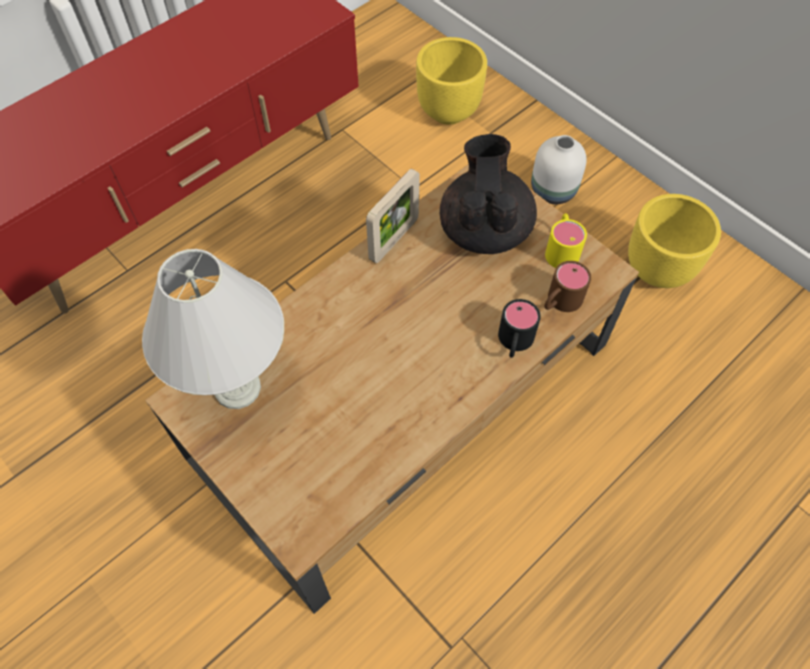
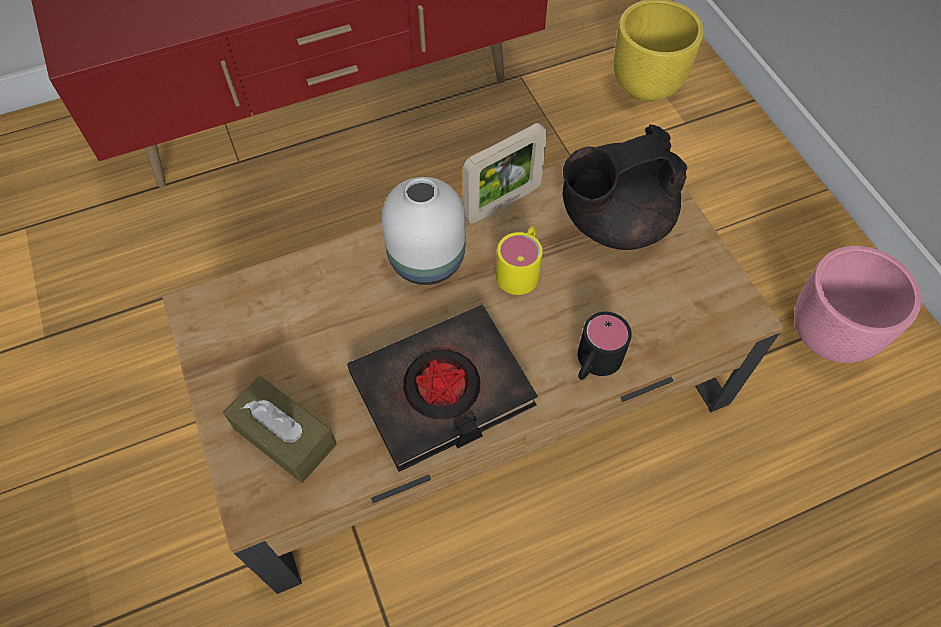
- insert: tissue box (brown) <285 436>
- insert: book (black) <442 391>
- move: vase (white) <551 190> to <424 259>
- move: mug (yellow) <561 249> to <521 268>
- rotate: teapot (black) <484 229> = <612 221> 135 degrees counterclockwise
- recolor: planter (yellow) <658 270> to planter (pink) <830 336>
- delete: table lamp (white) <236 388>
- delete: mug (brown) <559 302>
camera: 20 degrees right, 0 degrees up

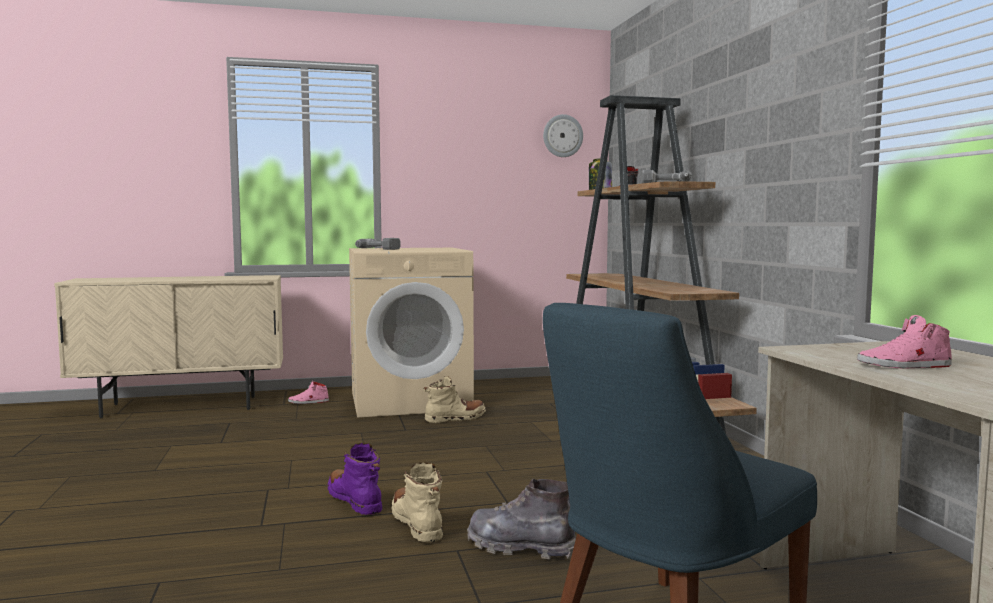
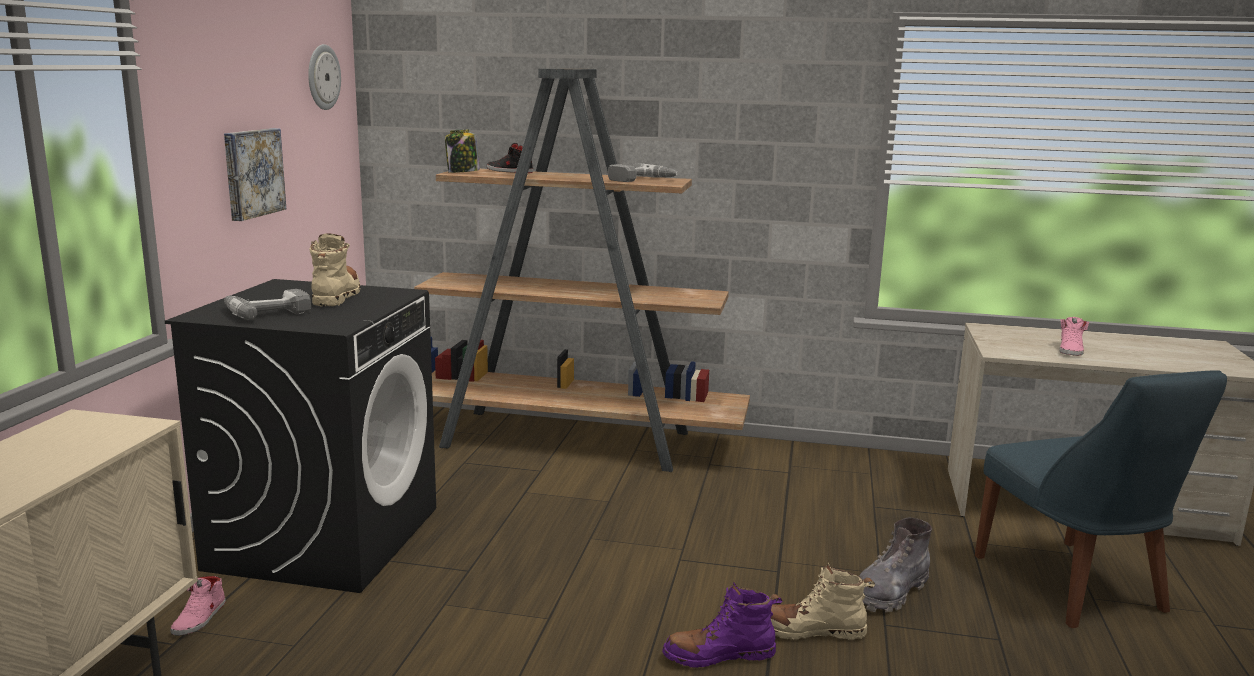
- recolor: washing machine (beige) <410 401> to washing machine (black) <325 537>
- insert: picture <252 173>
- move: boot (beige) <455 418> to <336 296>
camera: 65 degrees left, 10 degrees up

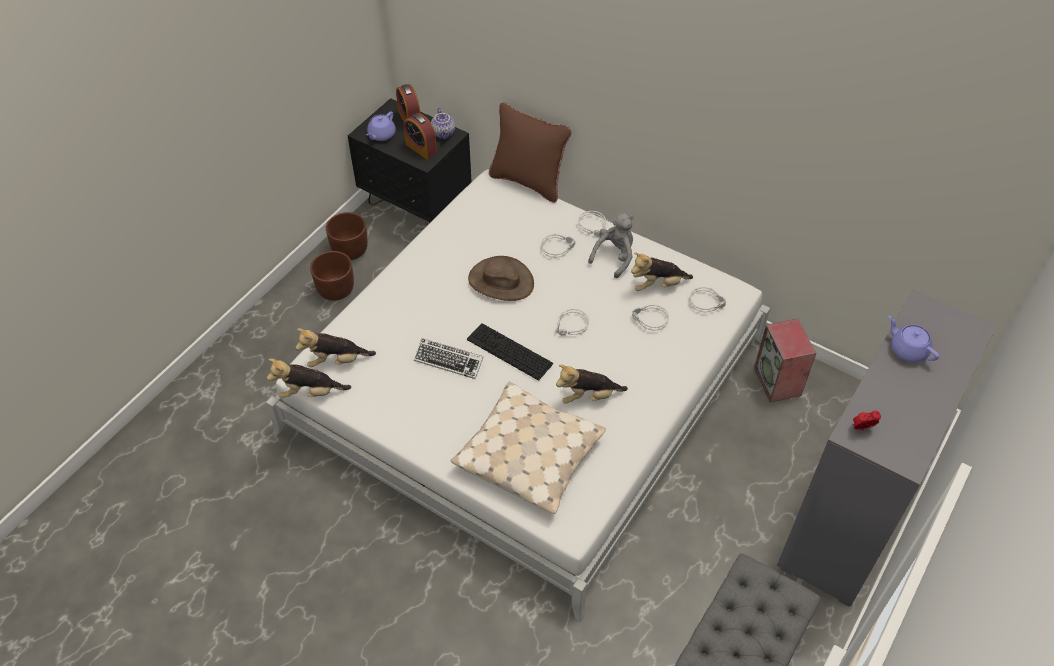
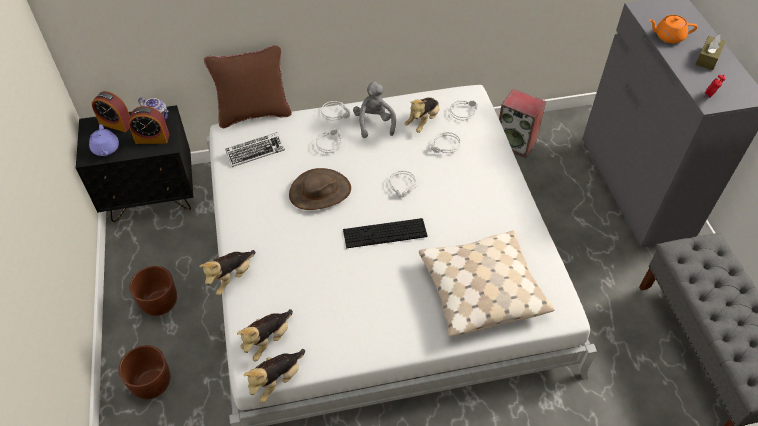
- move: planter (brown) <350 250> to <151 382>
- move: plush toy <588 396> to <231 277>
- move: keyboard <449 361> to <255 152>
- recolor: teapot (purple) <907 349> to teapot (orange) <668 36>
- insert: tissue box (brown) <708 58>
camera: 45 degrees left, 0 degrees up

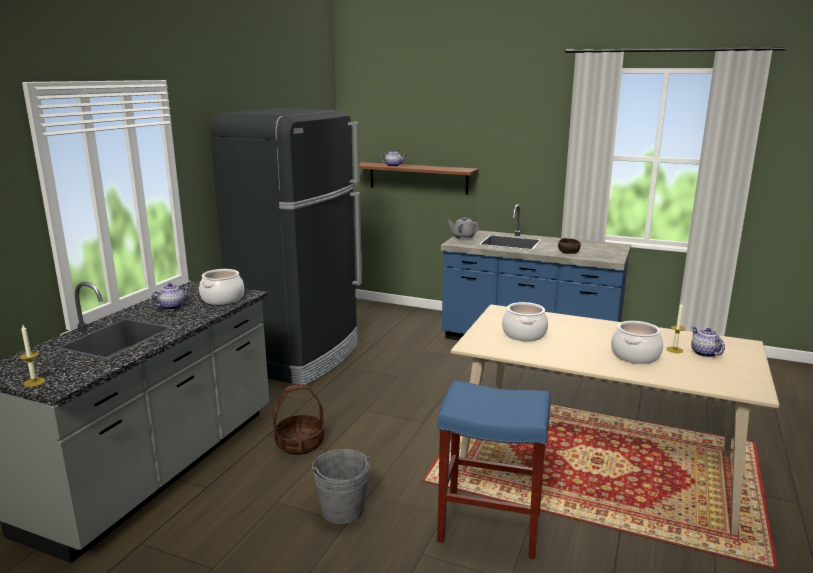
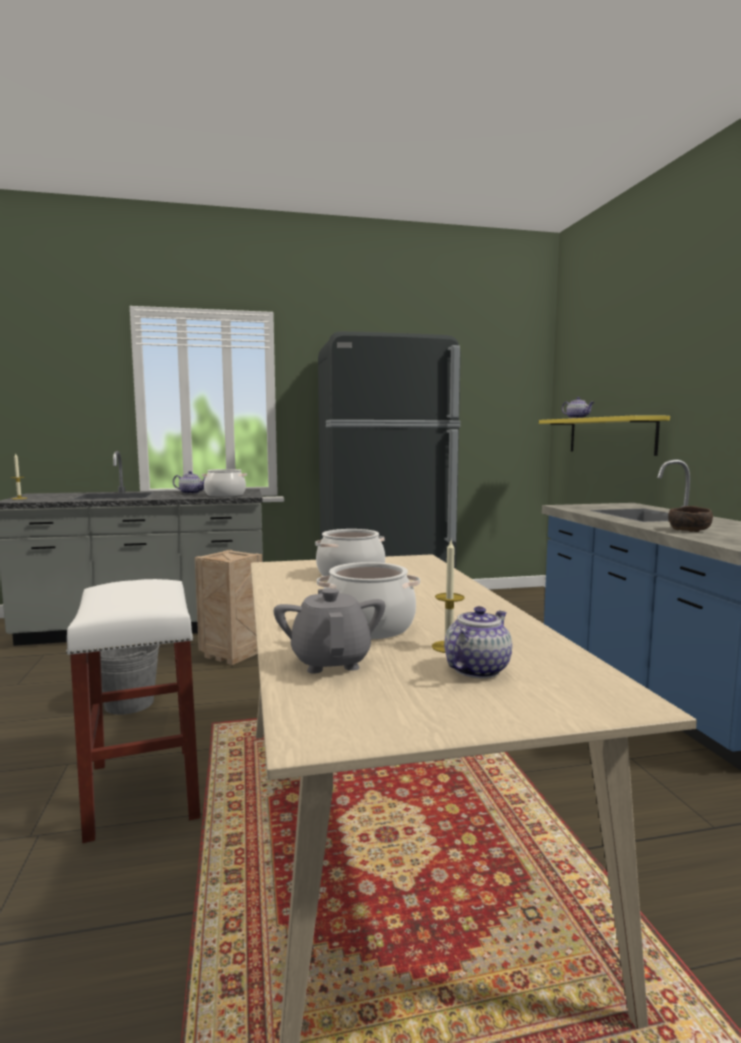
- recolor: stool (blue) <488 526> to stool (white) <142 789>
- replace: basket <299 443> to crate <230 655>
- move: teapot (grey) <463 237> to <331 661>
- recolor: shelf (brown) <418 178> to shelf (yellow) <610 435>
camera: 55 degrees right, 10 degrees down

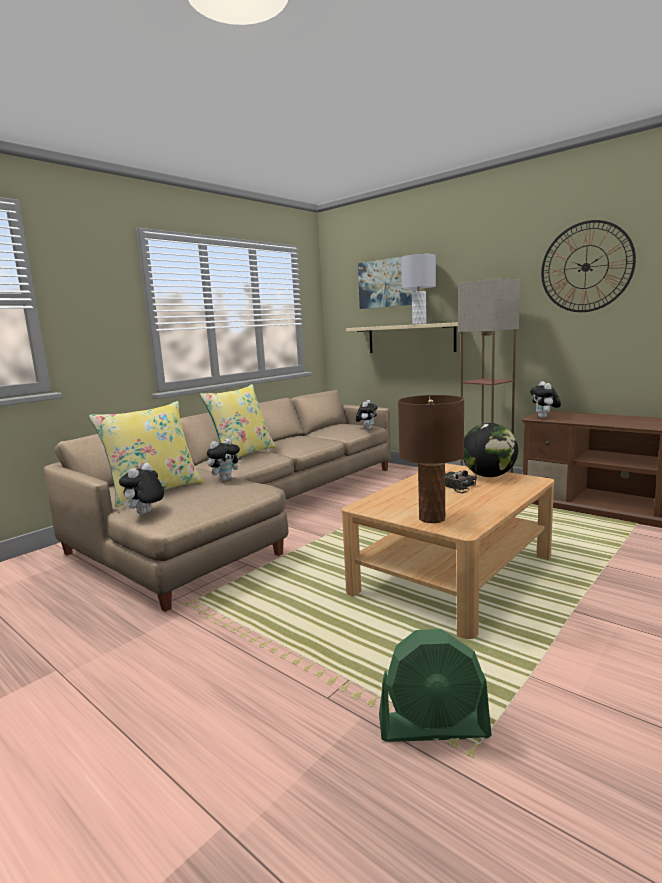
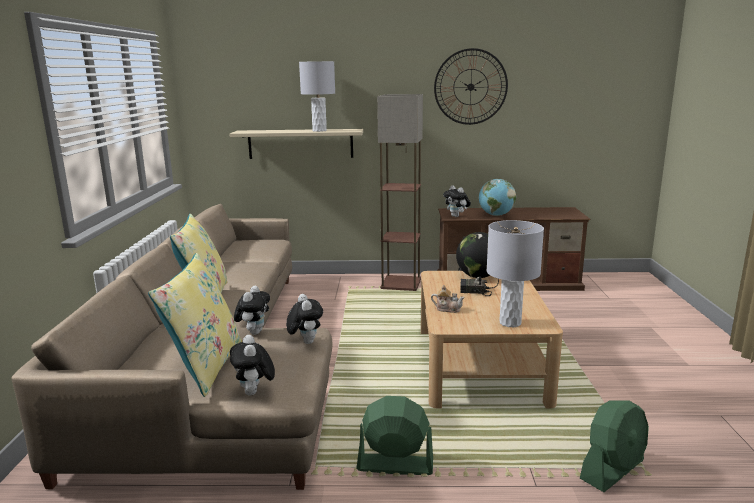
- move: plush toy <367 429> to <305 342>
- insert: fan (green) <394 464>
- insert: teapot <447 309>
- insert: globe <496 215>
- recolor: table lamp (brown) <432 518> to table lamp (grey) <509 323>
- delete: picture <388 283>
camera: 40 degrees left, 5 degrees up

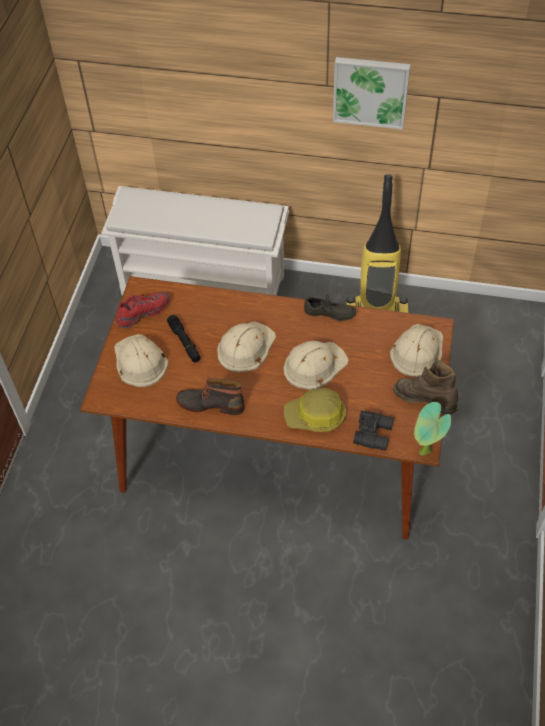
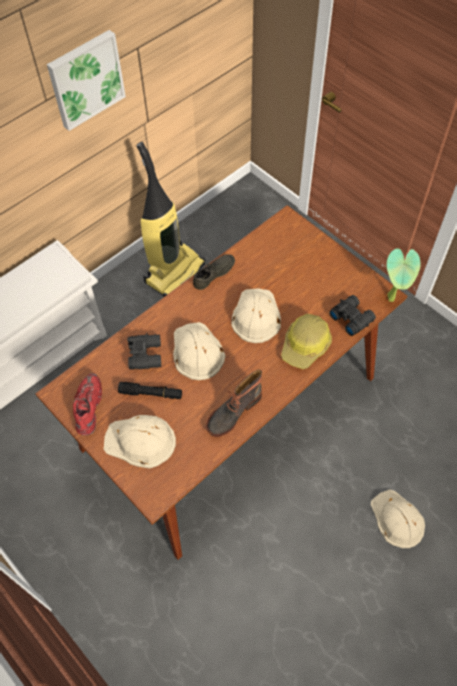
- insert: binoculars (black) <146 354>
- move: hard hat (beige) <417 351> to <397 519>
- delete: boot (brown) <425 404>
camera: 55 degrees left, 5 degrees up

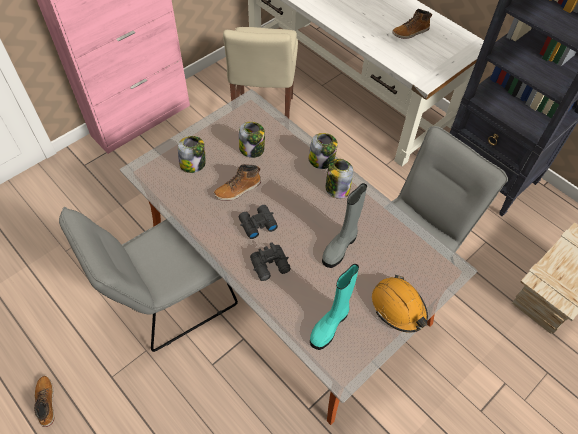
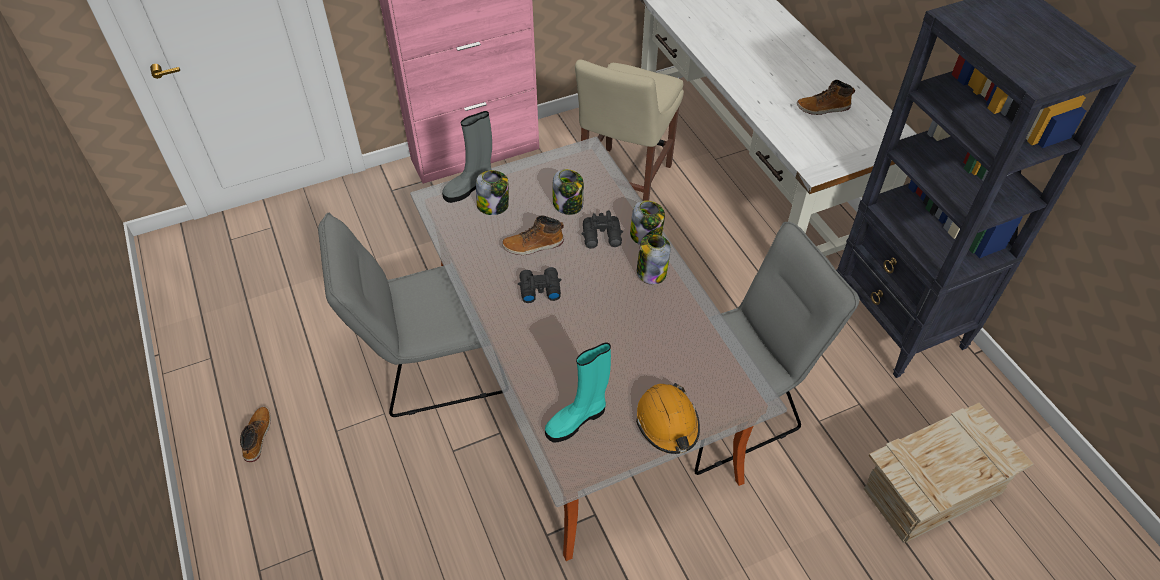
- move: boot (grey) <340 247> to <470 187>
- move: binoculars (black) <271 266> to <603 237>
camera: 20 degrees right, 5 degrees down

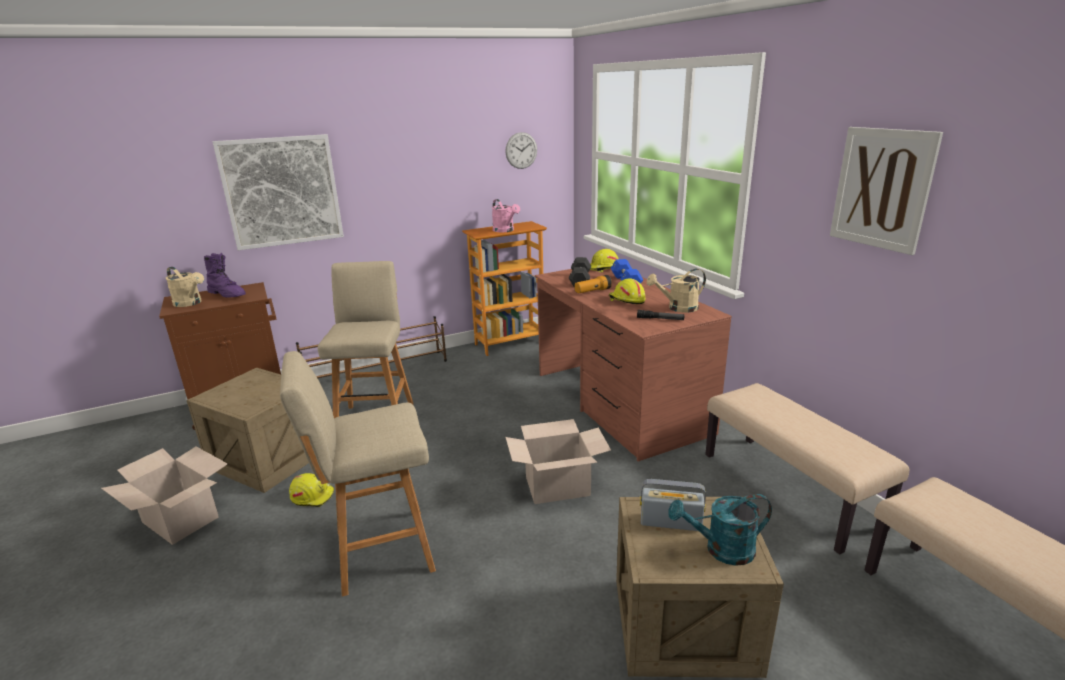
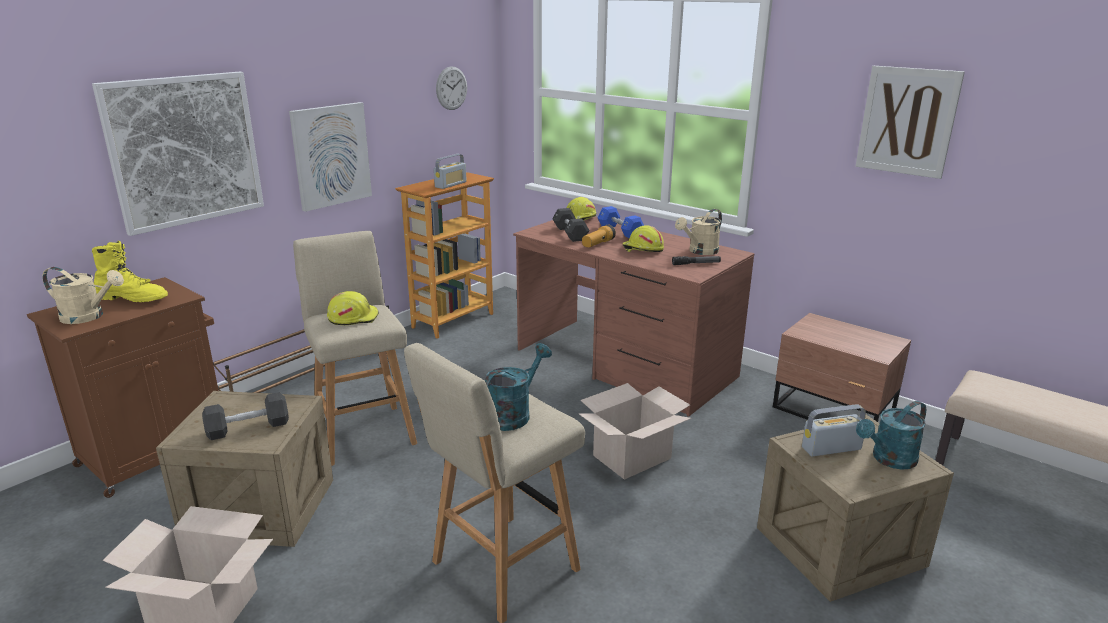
- recolor: boot (purple) <228 294> to boot (yellow) <133 299>
- insert: dumbbell (black) <248 428>
- insert: picture <331 155>
- move: hard hat (yellow) <312 496> to <353 317>
- replace: watering can (pink) <505 230> to radio <450 184>
- insert: watering can (turquoise) <513 414>
- replace: bench (beige) <789 490> to nightstand (brown) <833 413>
camera: 25 degrees left, 0 degrees up

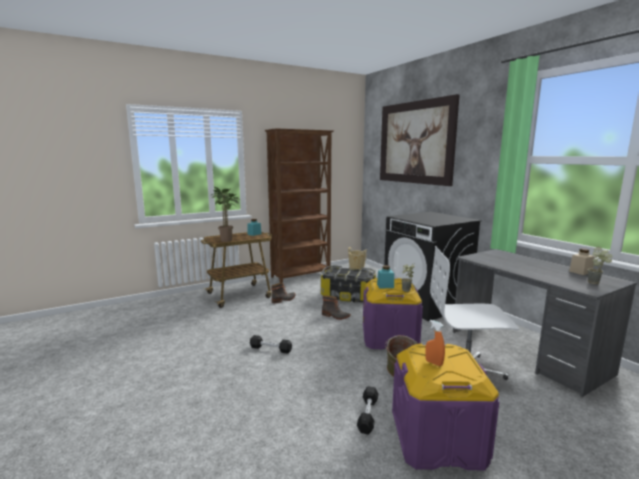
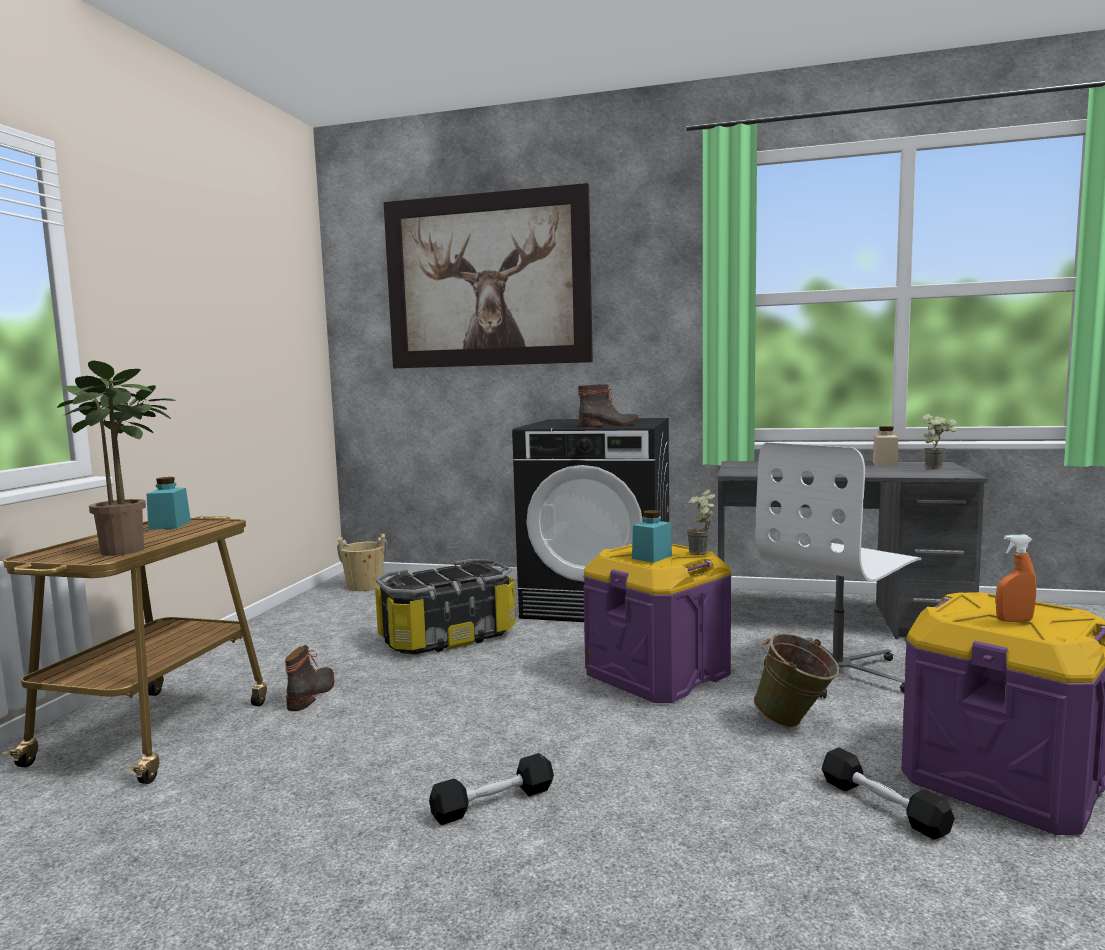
- move: boot <335 316> to <609 425>
- delete: bookcase (brown) <301 276>
camera: 45 degrees left, 5 degrees down

